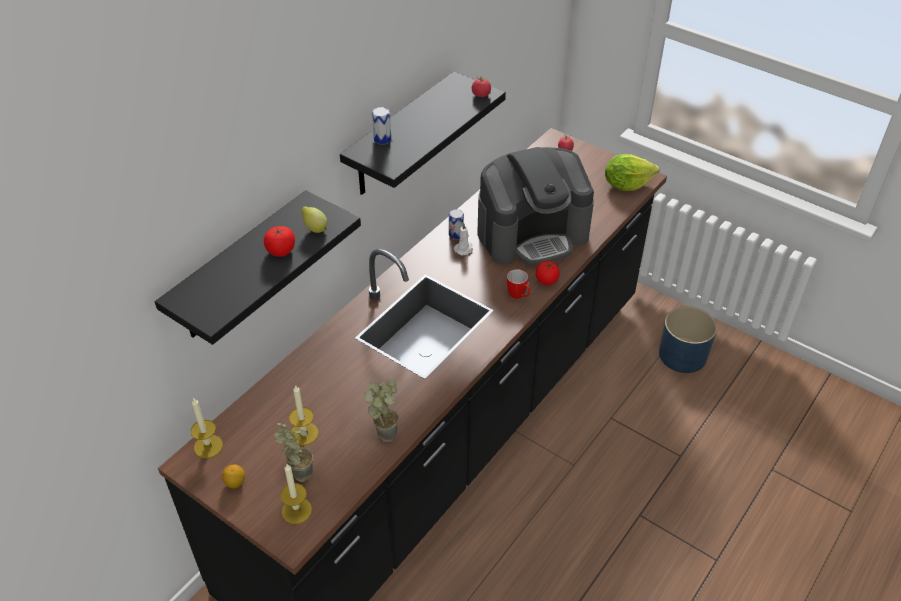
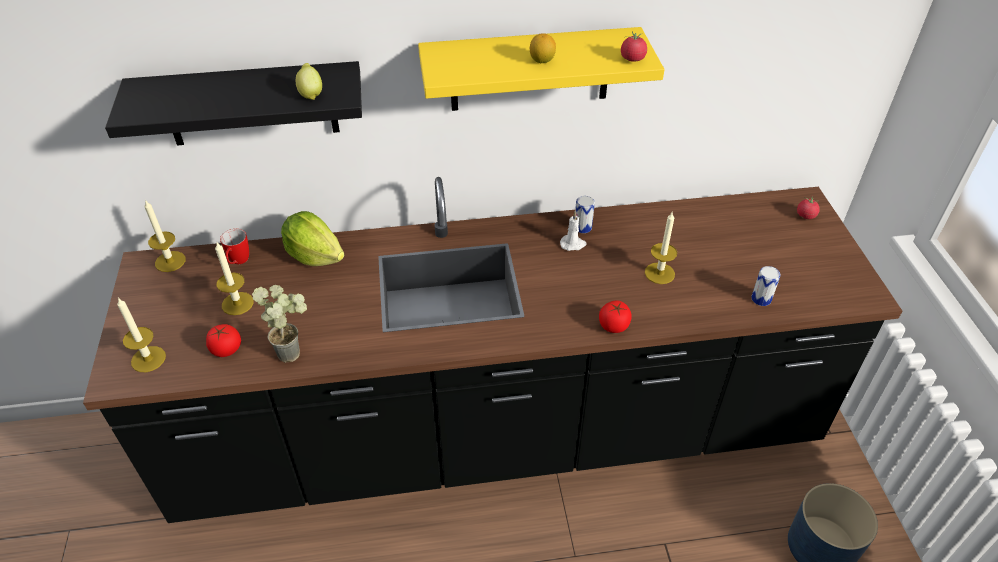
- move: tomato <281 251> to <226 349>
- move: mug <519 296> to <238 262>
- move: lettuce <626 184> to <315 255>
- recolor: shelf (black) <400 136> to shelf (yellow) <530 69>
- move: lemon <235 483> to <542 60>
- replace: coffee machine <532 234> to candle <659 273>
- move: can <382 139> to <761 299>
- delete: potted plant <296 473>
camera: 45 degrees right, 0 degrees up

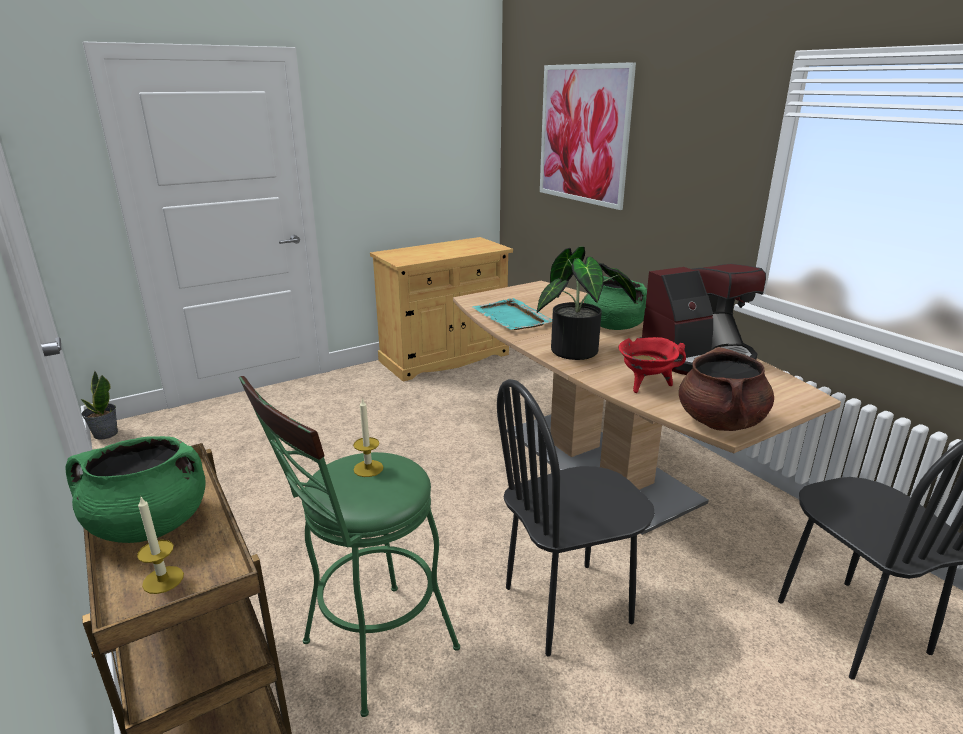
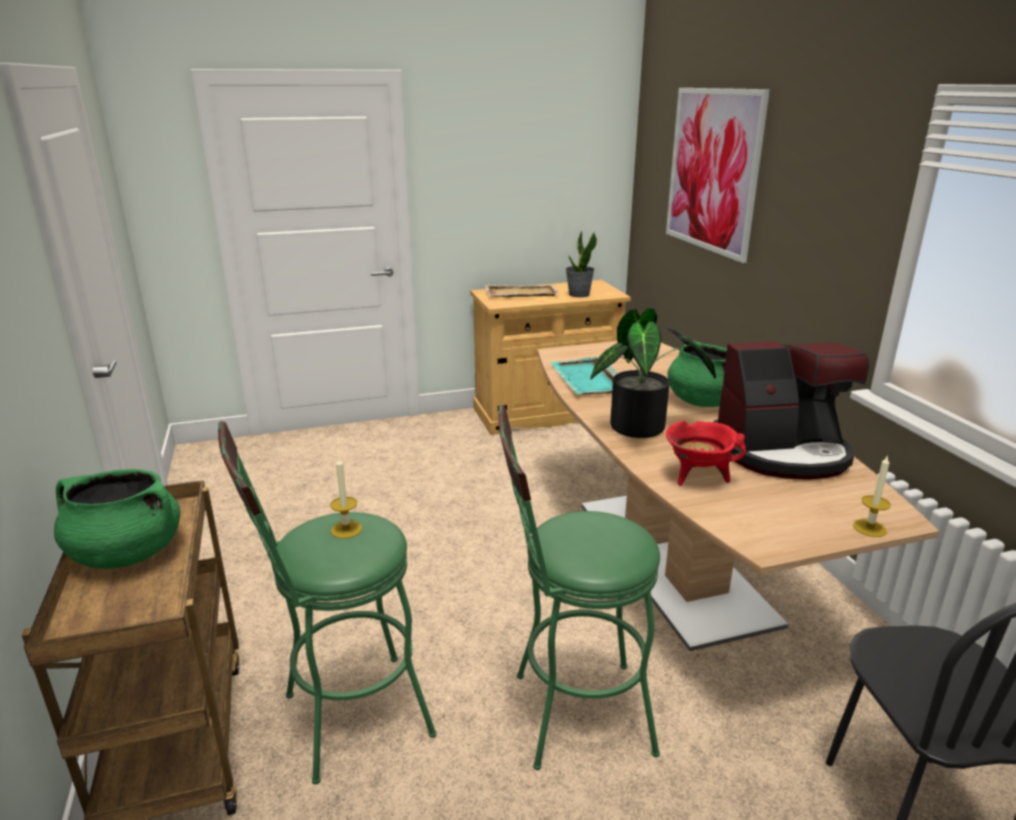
- insert: tray (beige) <520 293>
- replace: chair (black) <568 605> to stool (green) <569 714>
- move: potted plant <105 434> to <578 294>
- move: candle <163 580> to <869 528>
- delete: cooking pot (brown) <720 422>
camera: 15 degrees right, 0 degrees up

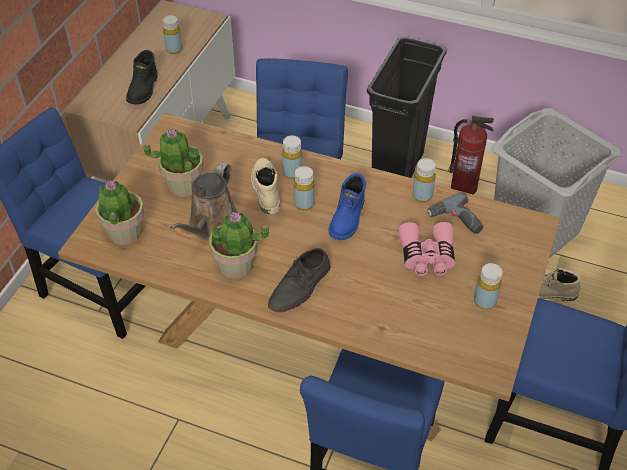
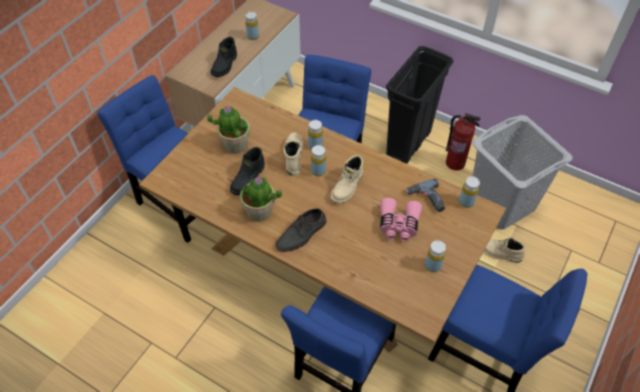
- replace: watering can (brown) <211 226> to boot (black) <248 179>
- recolor: boot (blue) <348 219> to boot (beige) <347 187>
- move: bottle (yellow) <422 196> to <466 202>
- delete: potted plant <124 233>
camera: 10 degrees right, 5 degrees up

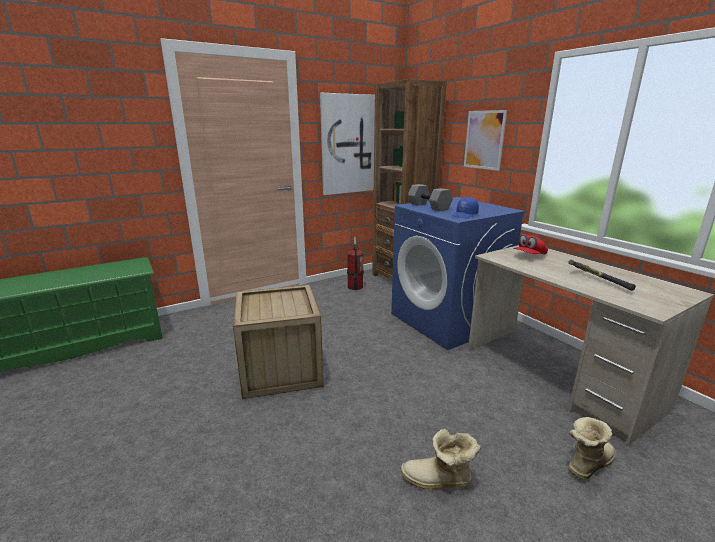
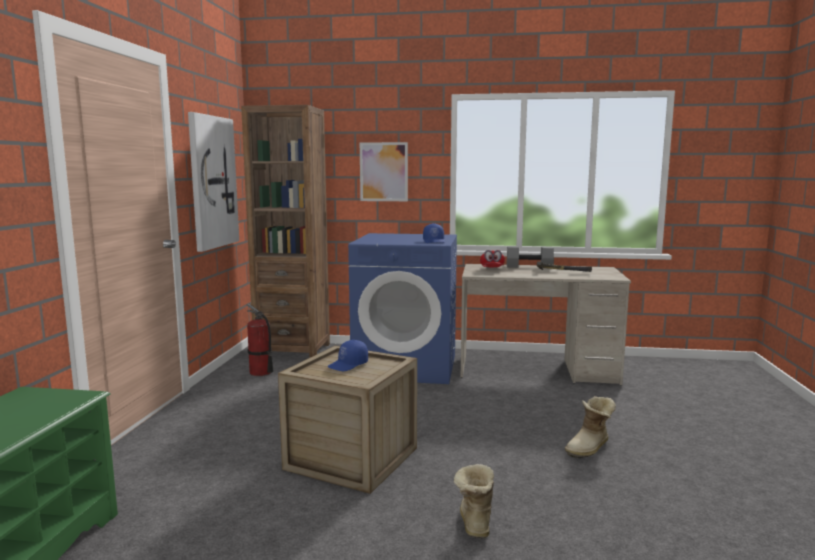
- insert: cap (blue) <348 365>
- move: boot <586 463> to <474 522>
- move: dumbbell (grey) <428 206> to <529 267>
camera: 50 degrees left, 10 degrees down

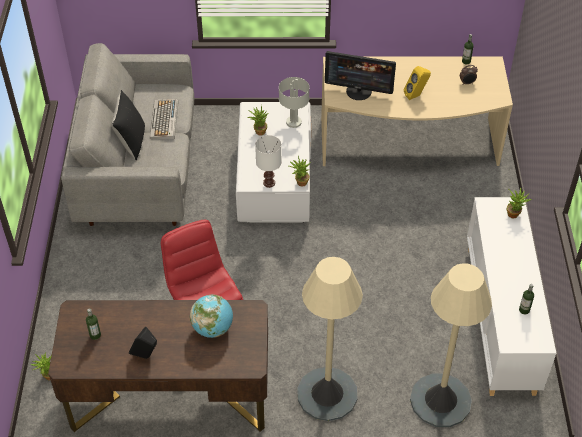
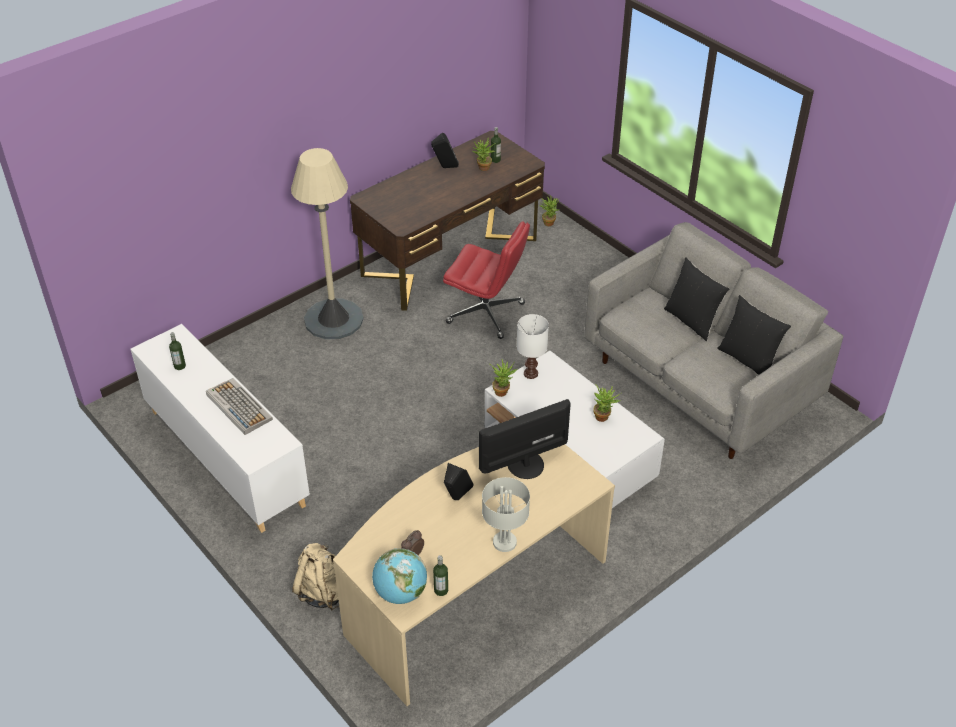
- move: keyboard <164 120> to <238 407>
- insert: backpack (beige) <323 592>
- move: globe <213 328> to <400 593>
- recolor: speaker (yellow) <416 96> to speaker (black) <456 498>
- move: potted plant <514 214> to <483 169>
- move: table lamp (grey) <293 122> to <504 541>
- insert: pillow (black) <748 359>
- delete: floor lamp (beige) <440 400>
camera: 140 degrees right, 5 degrees down

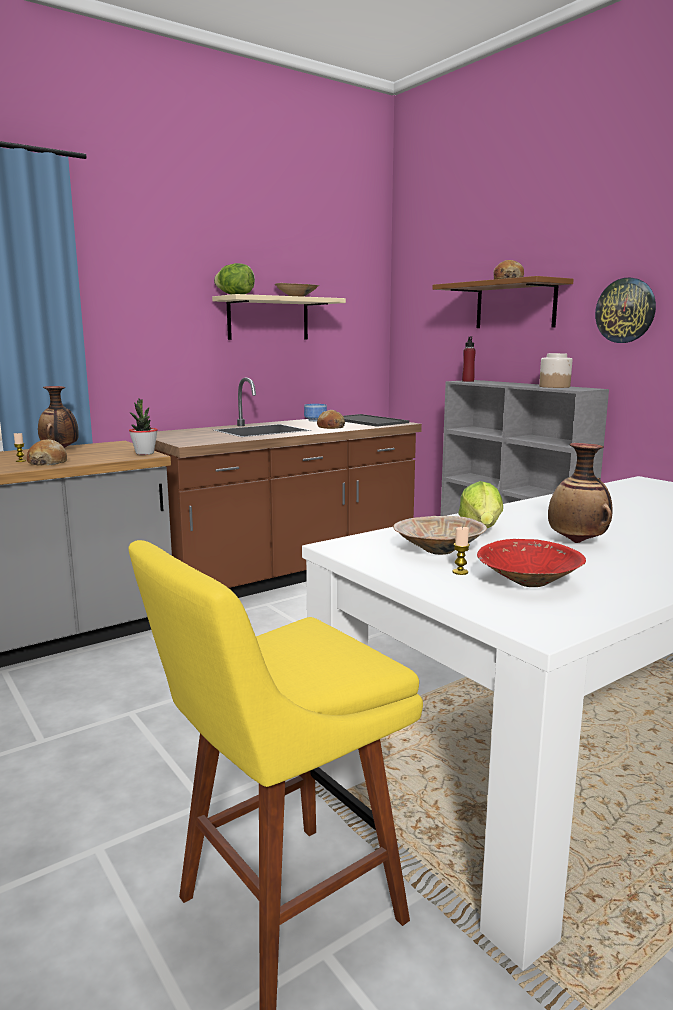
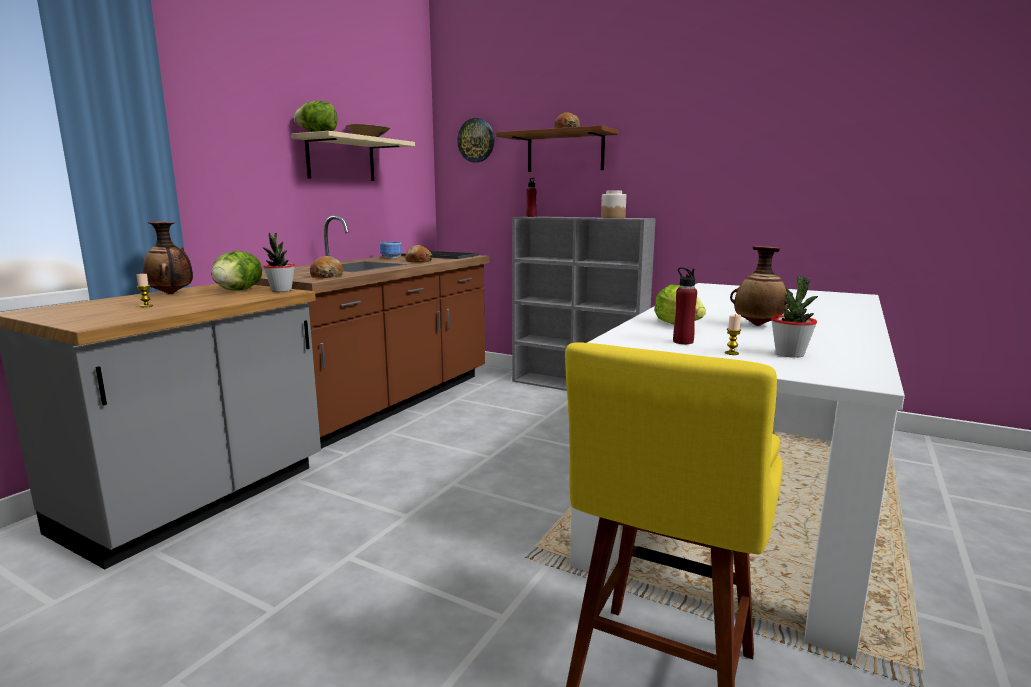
- insert: lettuce <238 290>
- move: bread <48 462> to <326 276>
- move: wall clock <625 310> to <476 140>
- replace: bowl (beige) <437 551> to bottle (red) <683 342>
- replace: bowl (red) <527 583> to potted plant <789 354>
camera: 25 degrees left, 0 degrees up

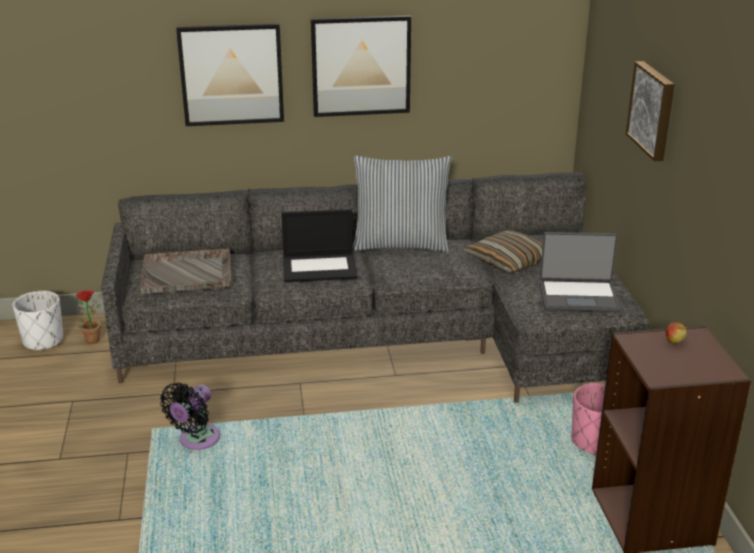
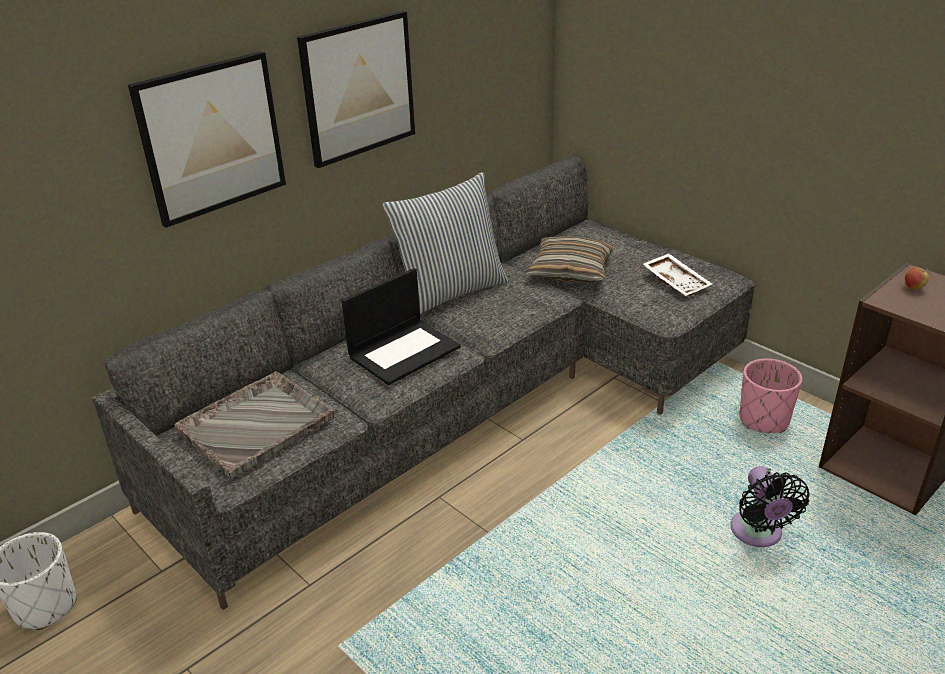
- replace: laptop <578 296> to tray (white) <677 282>
- move: fan (black) <196 440> to <758 534>
- delete: potted plant <90 339>
- delete: picture <653 110>
camera: 35 degrees left, 5 degrees up

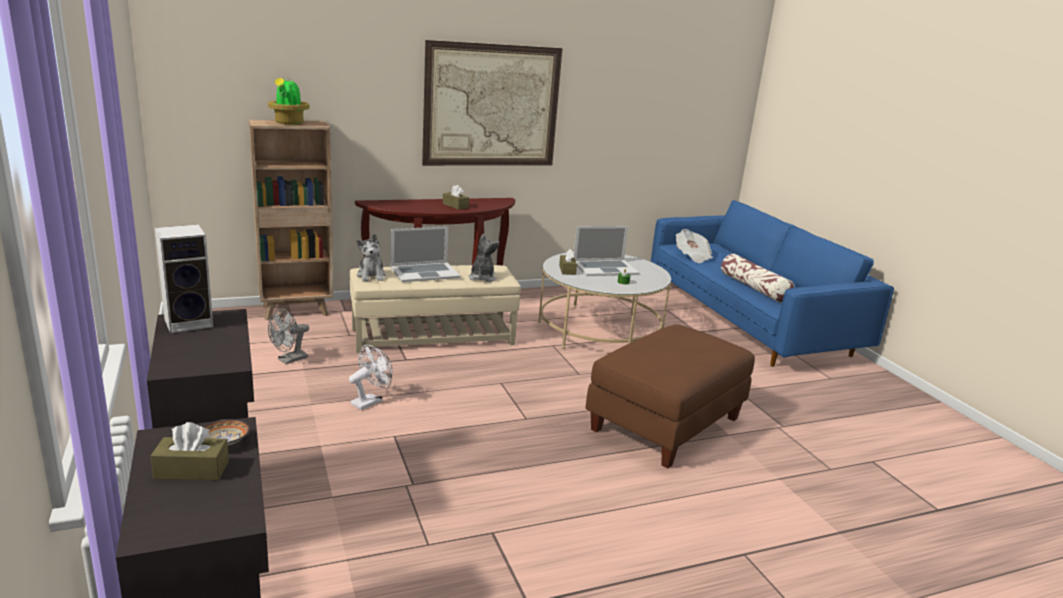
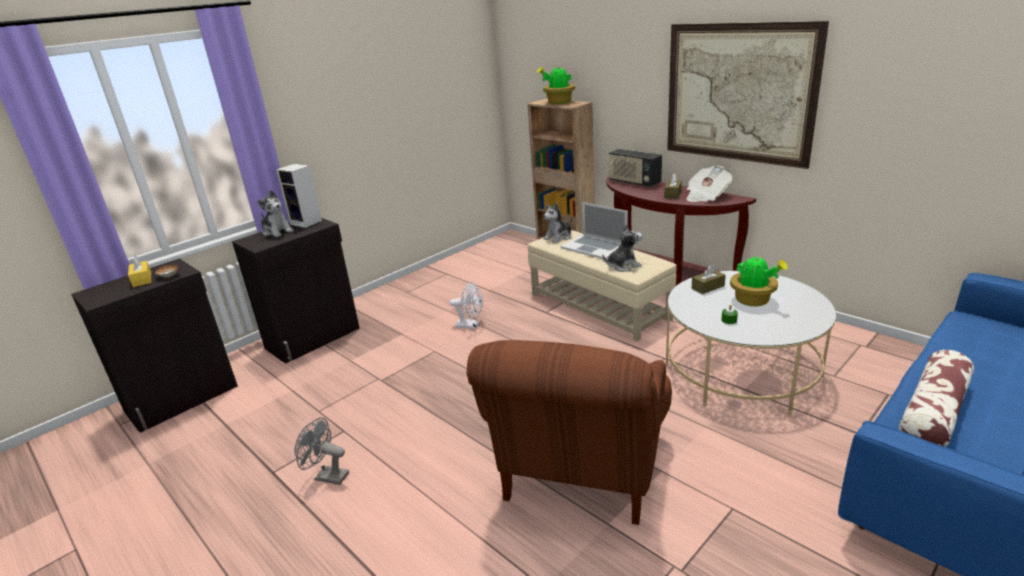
- recolor: tissue box (brown) <192 470> to tissue box (yellow) <142 279>
- insert: plush toy <277 231>
- move: fan (grey) <289 360> to <327 476>
- replace: ottoman (brown) <666 424> to armchair (brown) <581 471>
- insert: radio <634 182>
- move: newspaper <692 256> to <706 196>
- replace: laptop <605 268> to potted plant <753 301>
camera: 70 degrees right, 5 degrees up

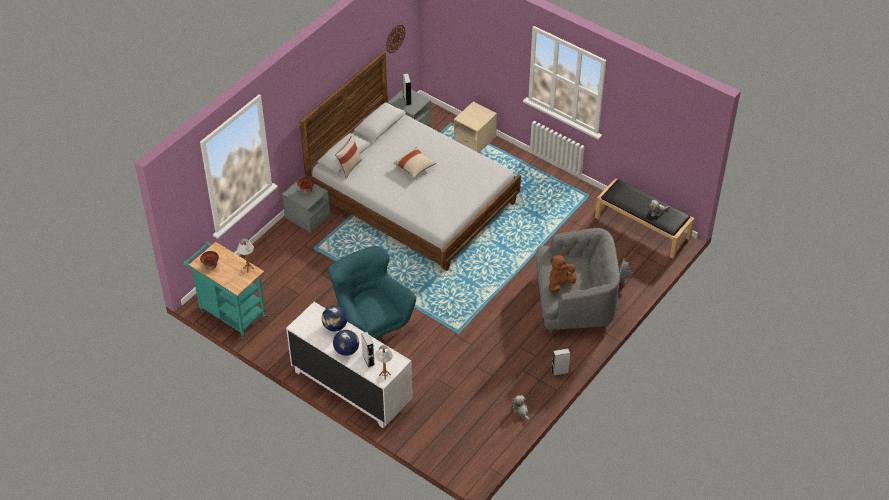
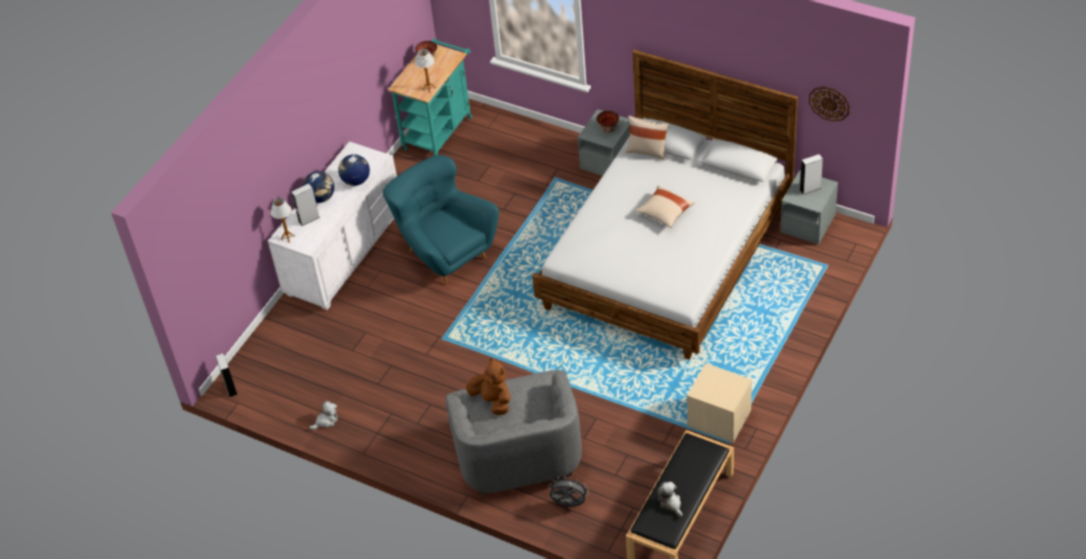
- move: speaker (grey) <559 372> to <230 388>
- rotate: armchair (turquoise) <371 322> = <445 253> 90 degrees counterclockwise
- move: nightstand (beige) <475 140> to <719 419>
camera: 85 degrees right, 0 degrees up

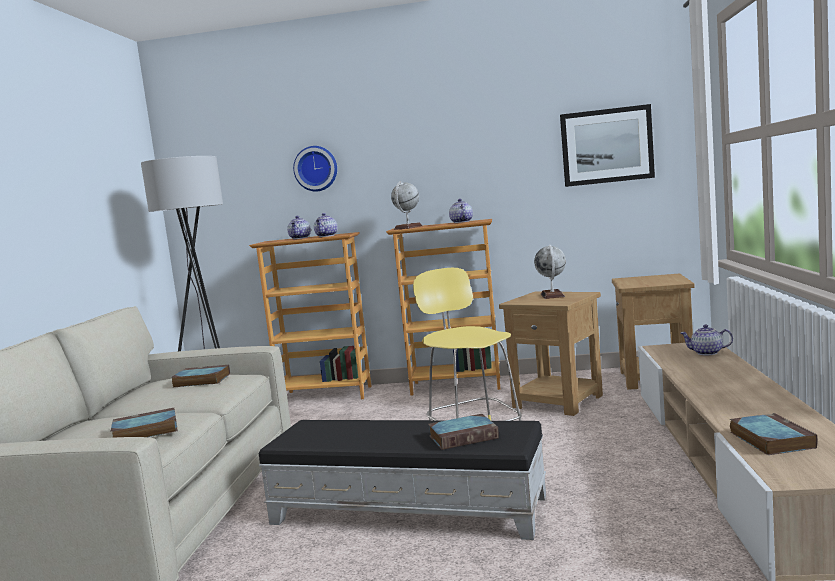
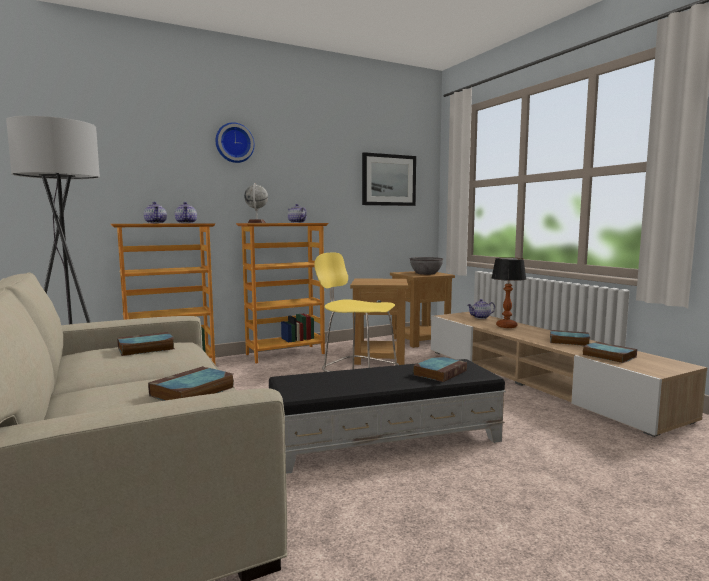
- move: wall clock <316 168> to <234 143>
- insert: bowl (grey) <426 273>
- insert: table lamp <506 326>
- insert: book <568 341>
- delete: globe <552 295>
camera: 35 degrees left, 0 degrees up

